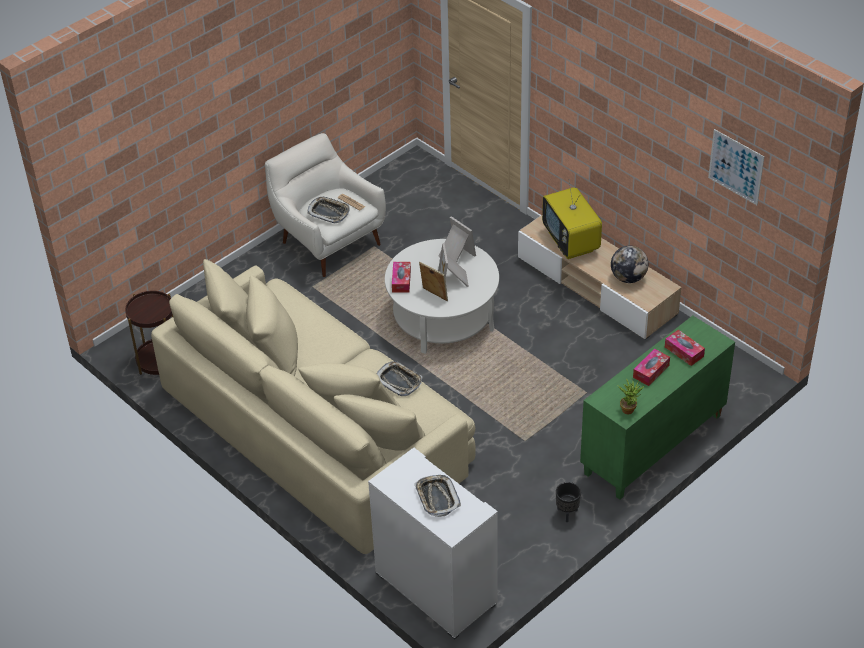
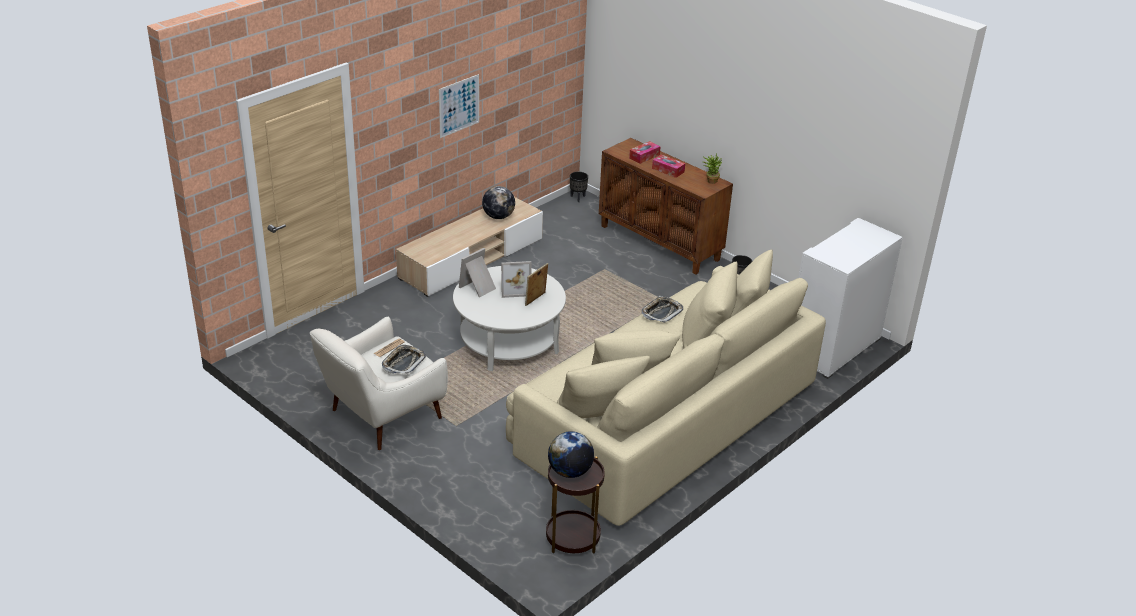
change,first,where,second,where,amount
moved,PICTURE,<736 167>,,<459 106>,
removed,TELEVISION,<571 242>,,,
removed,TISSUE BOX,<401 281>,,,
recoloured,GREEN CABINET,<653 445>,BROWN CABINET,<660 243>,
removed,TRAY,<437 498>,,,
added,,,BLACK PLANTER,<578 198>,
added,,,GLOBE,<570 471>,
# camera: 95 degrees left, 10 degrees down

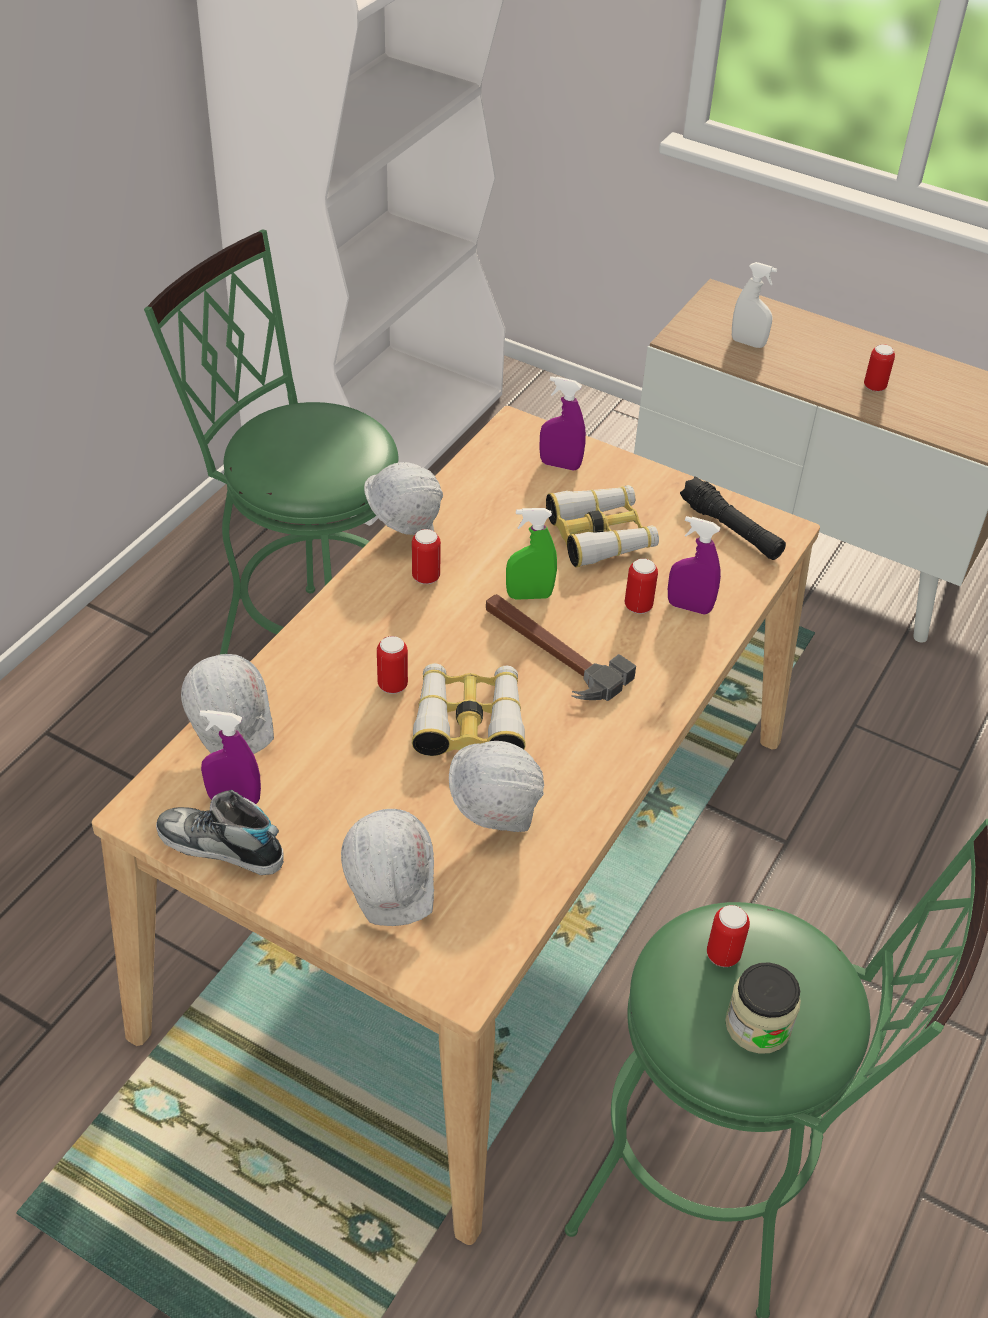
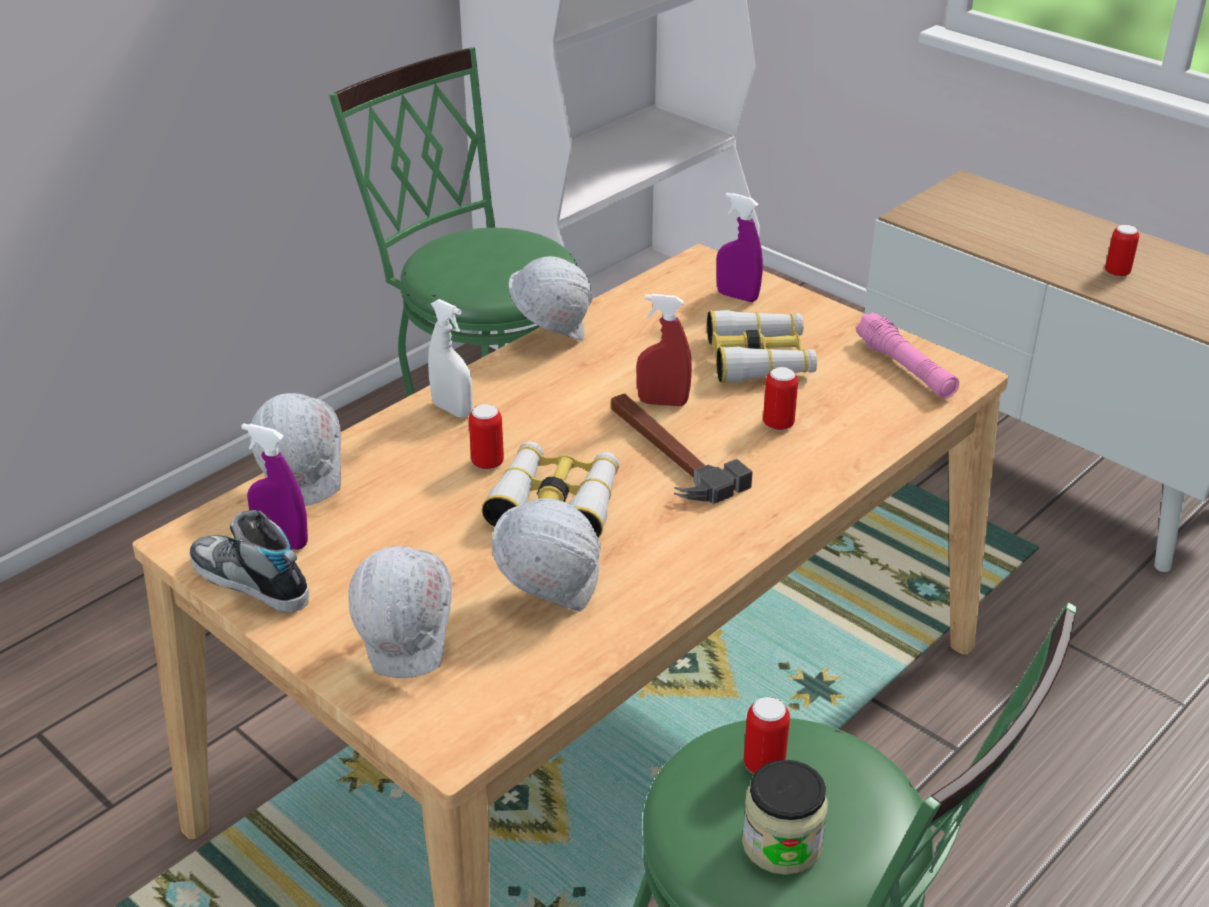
change,first,where,second,where,amount
moved,WHITE SPRAY BOTTLE,<748 343>,,<452 410>,
recoloured,BLACK FLASHLIGHT,<731 529>,PINK FLASHLIGHT,<905 368>,
recoloured,GREEN SPRAY BOTTLE,<529 595>,RED SPRAY BOTTLE,<663 402>,
removed,PURPLE SPRAY BOTTLE,<689 607>,,,
removed,CAN,<426 577>,,,
# camera: 15 degrees right, 10 degrees down

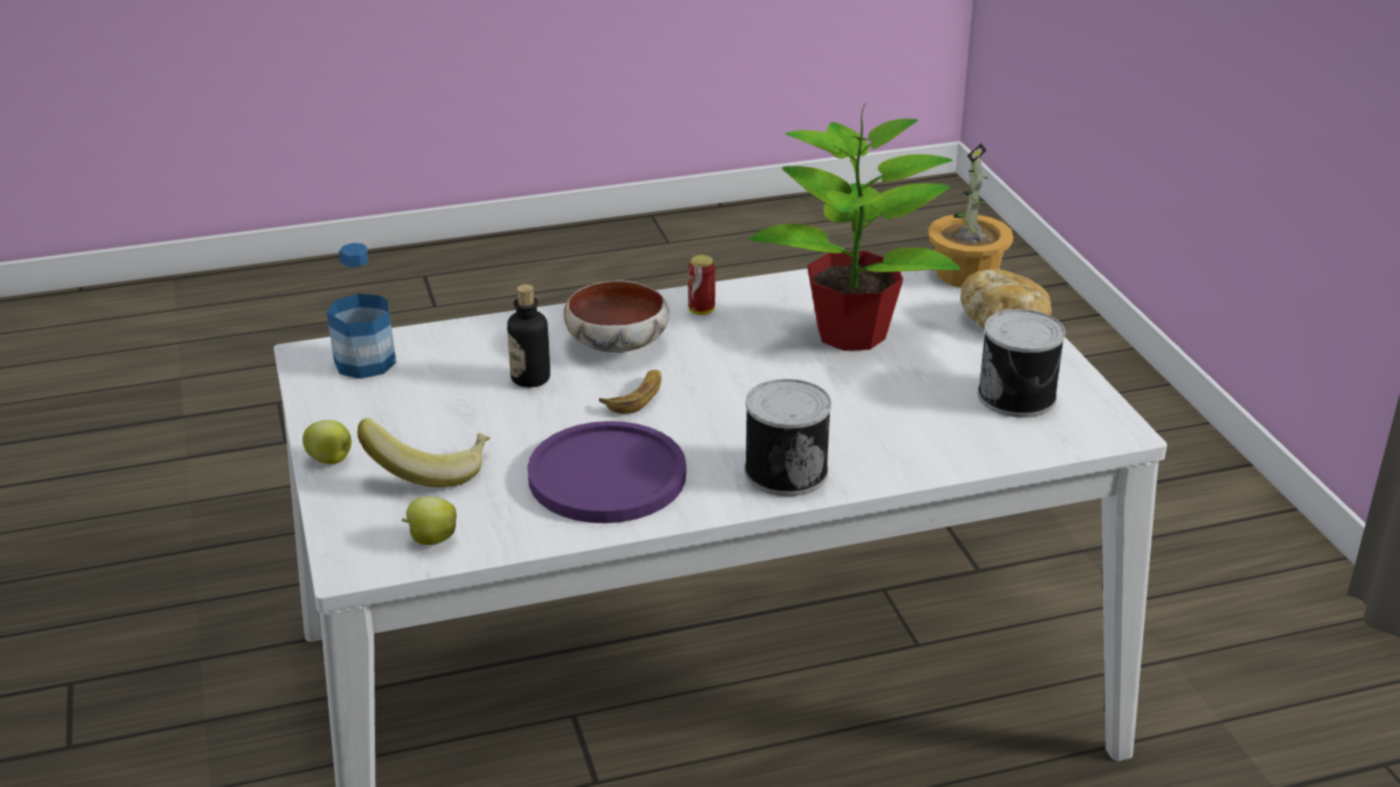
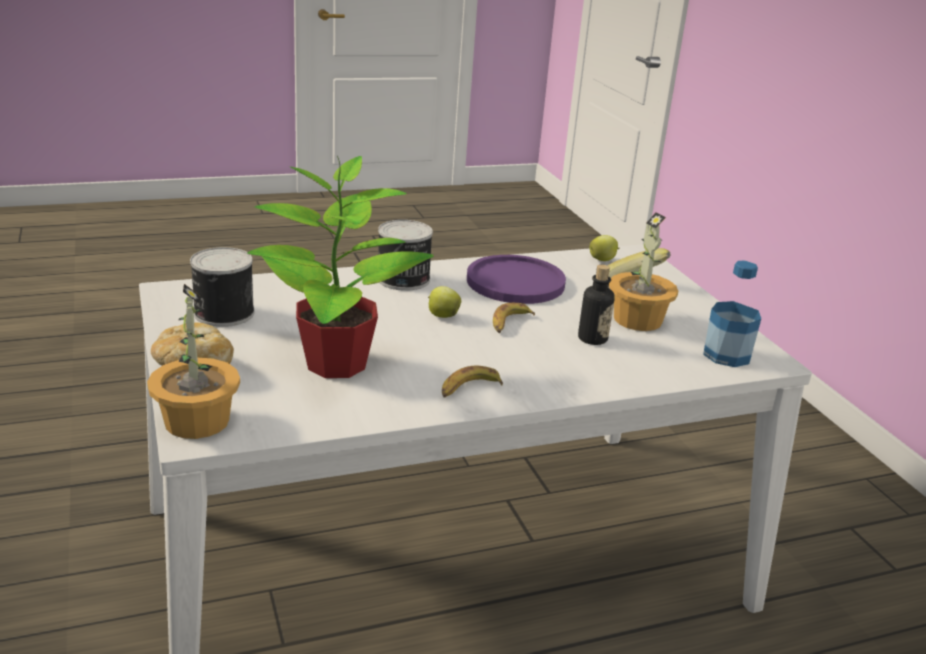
change,first,where,second,where,amount
replaced,CAN,<701 311>,BANANA,<468 389>,
removed,BOWL,<619 344>,,,
moved,APPLE,<331 460>,,<442 316>,
added,,,POTTED PLANT,<638 319>,
# camera: 175 degrees right, 5 degrees down

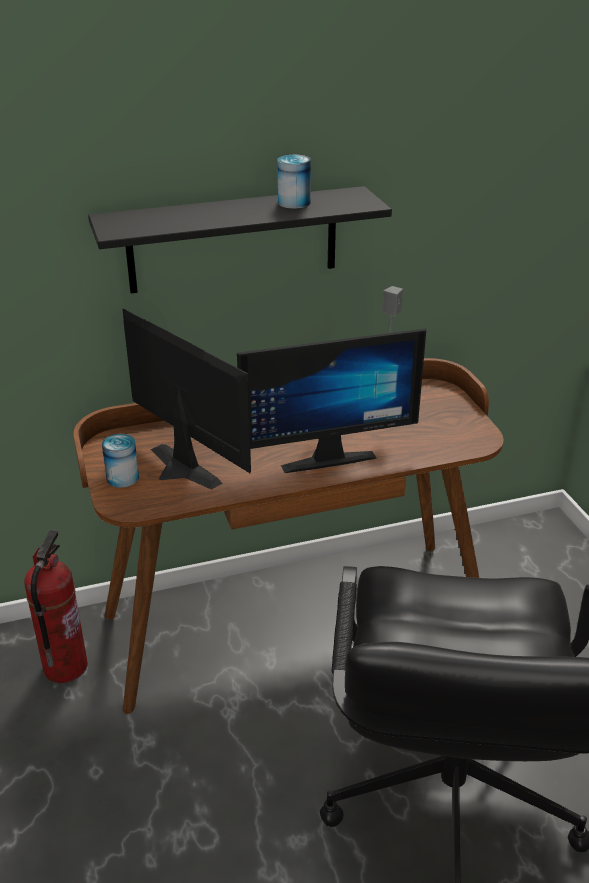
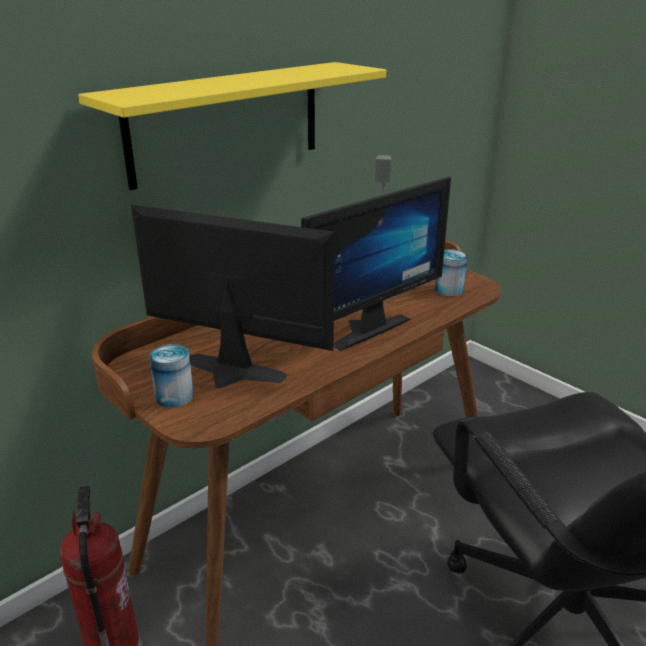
change,first,where,second,where,amount
moved,CAN,<294 203>,,<449 290>,
recoloured,BLACK SHELF,<233 240>,YELLOW SHELF,<227 122>,
# camera: 25 degrees left, 5 degrees down

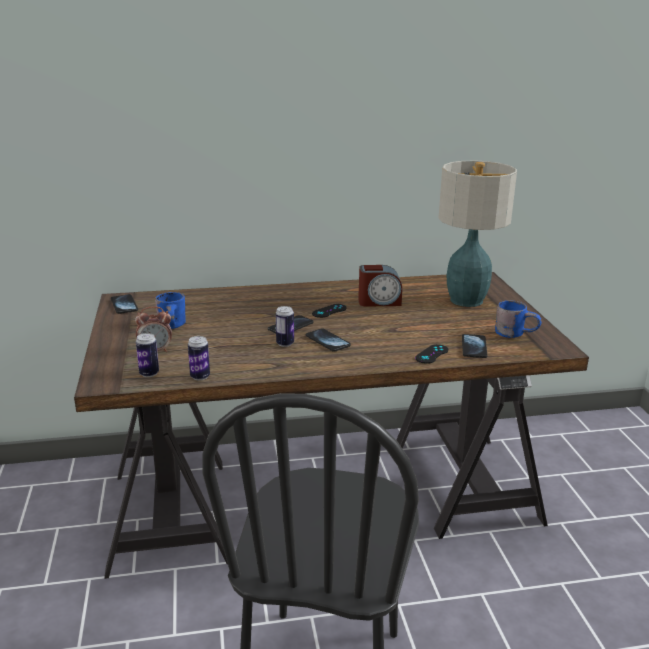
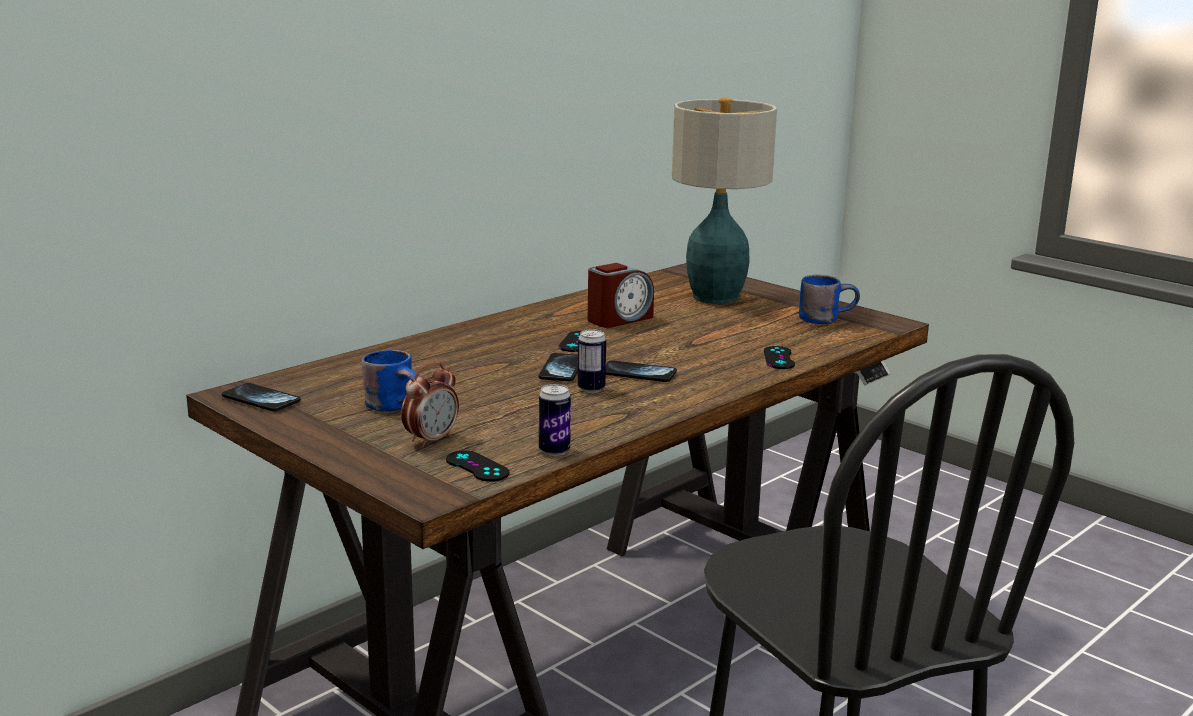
change,first,where,second,where,amount
replaced,CAN,<149 373>,BLACK GAME CONTROLLER,<477 467>,
removed,PHONE,<474 347>,,,
# camera: 35 degrees left, 5 degrees down

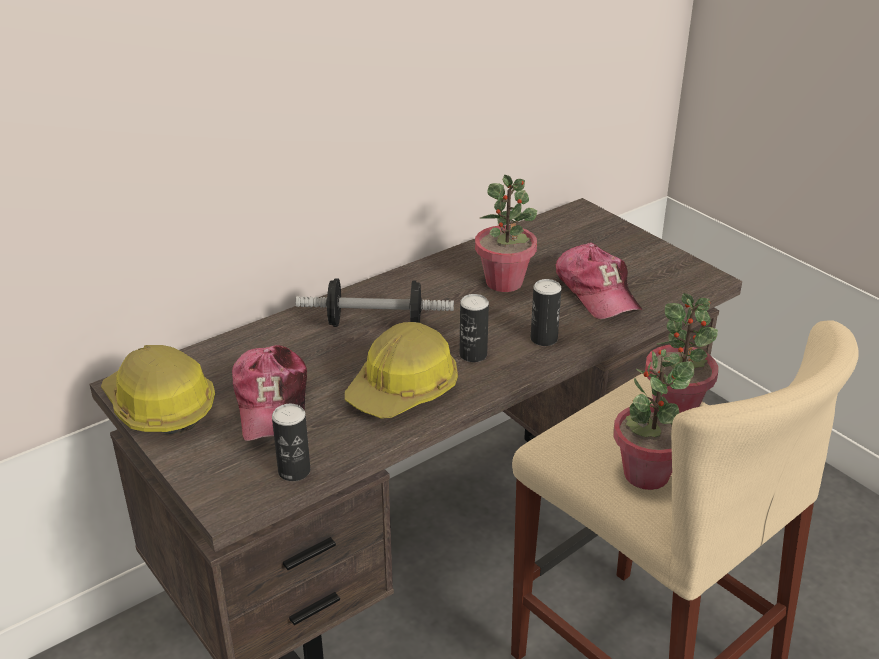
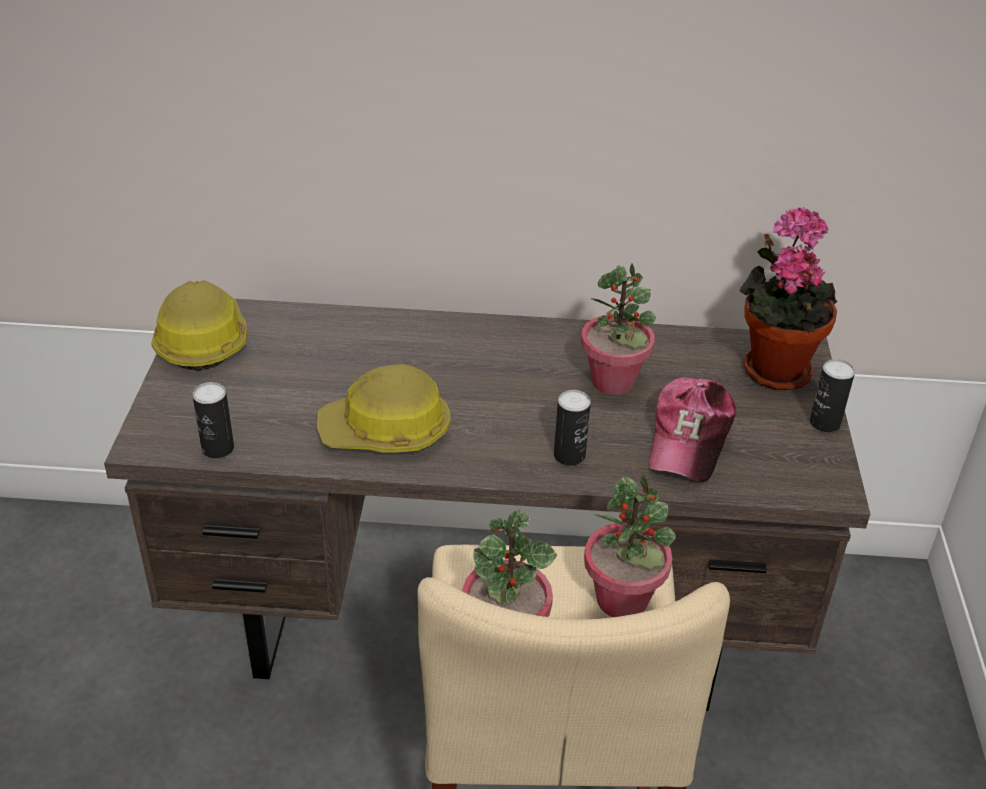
change,first,where,second,where,amount
removed,DUMBBELL,<375 323>,,,
moved,CAN,<473 355>,,<824 423>,
removed,CAP,<272 404>,,,
added,,,POTTED PLANT,<773 367>,
# camera: 40 degrees right, 5 degrees up

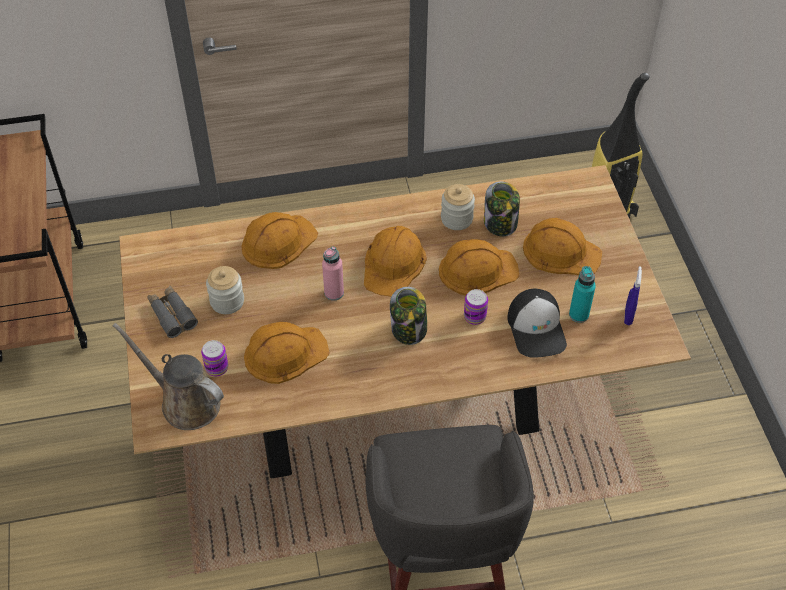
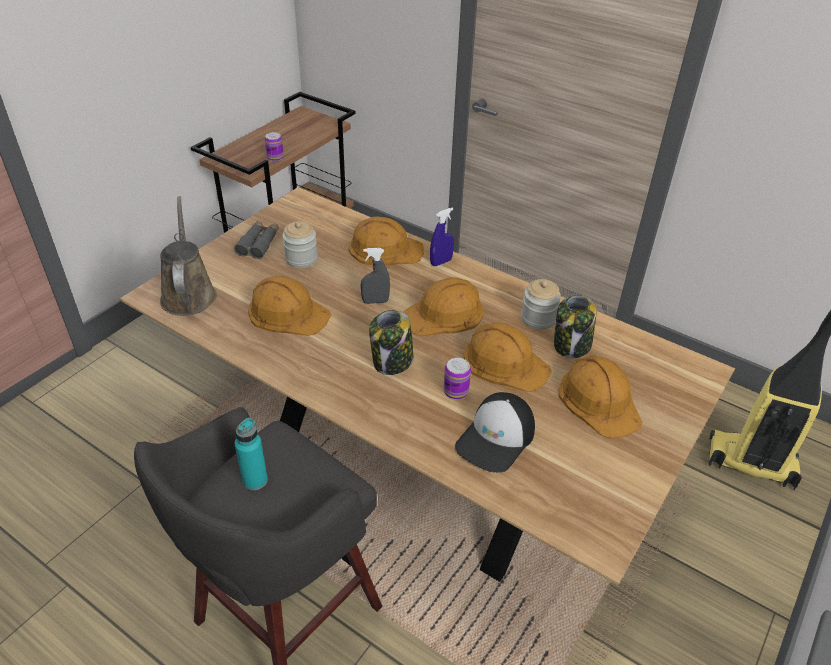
change,first,where,second,where,amount
replaced,PINK BOTTLE,<334 293>,GREY SPRAY BOTTLE,<375 301>,
moved,TURQUOISE BOTTLE,<578 315>,,<255 480>,
moved,BLUE SPRAY BOTTLE,<628 316>,,<441 262>,
moved,CAN,<217 368>,,<275 157>,
# camera: 45 degrees right, 10 degrees down

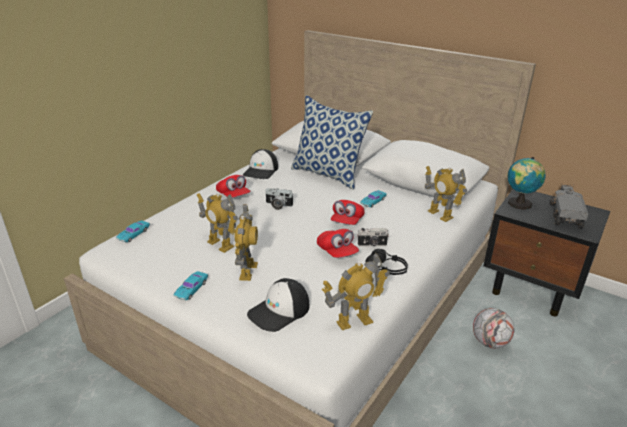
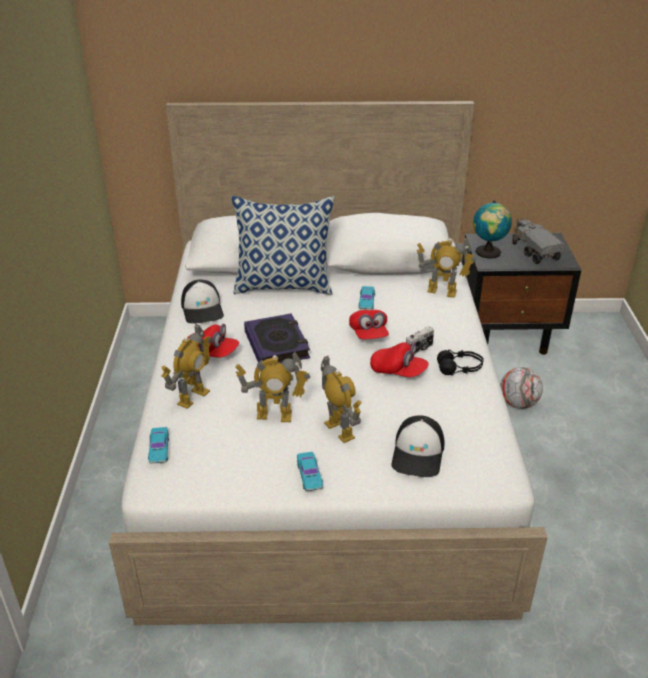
change,first,where,second,where,amount
replaced,PHOTO CAMERA,<278 205>,BOOK,<277 345>,
moved,TOY ROBOT,<354 321>,,<192 397>,
# camera: 35 degrees left, 5 degrees up

